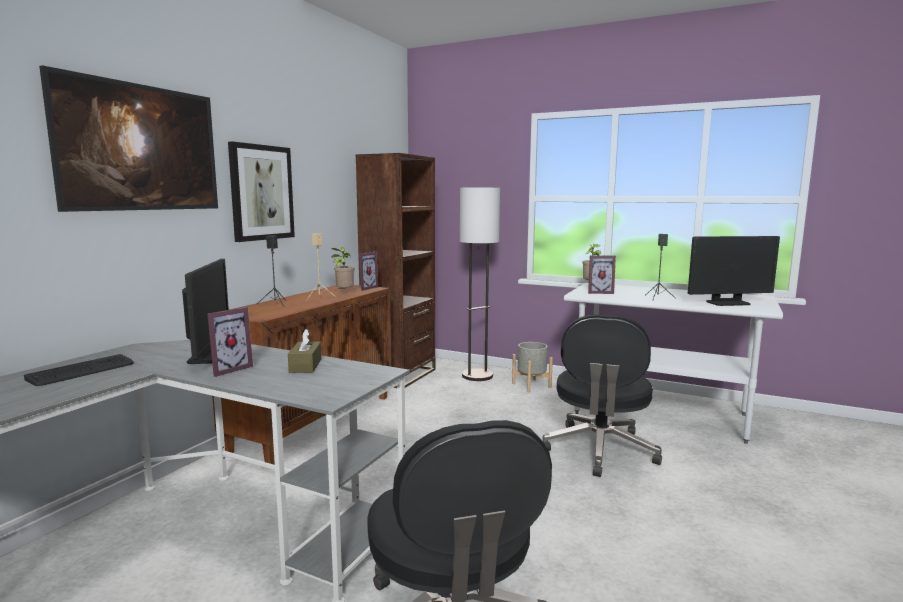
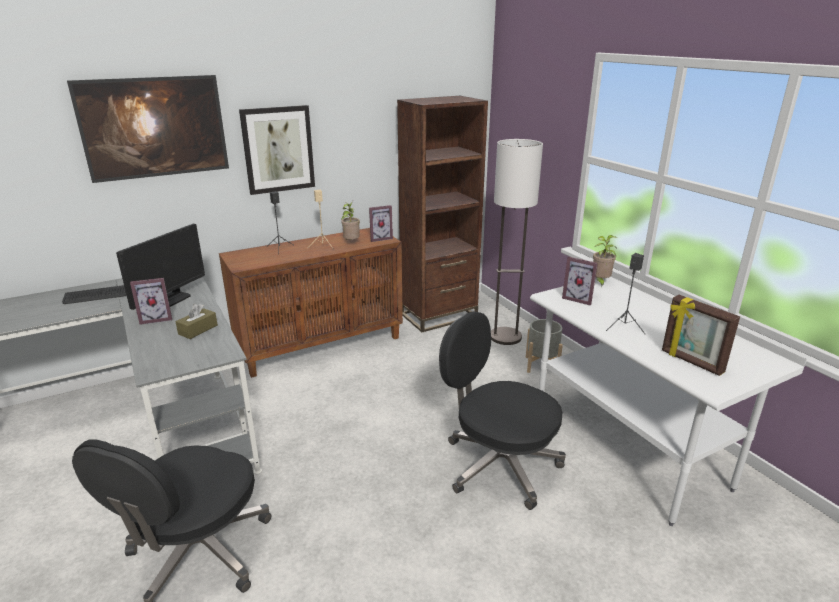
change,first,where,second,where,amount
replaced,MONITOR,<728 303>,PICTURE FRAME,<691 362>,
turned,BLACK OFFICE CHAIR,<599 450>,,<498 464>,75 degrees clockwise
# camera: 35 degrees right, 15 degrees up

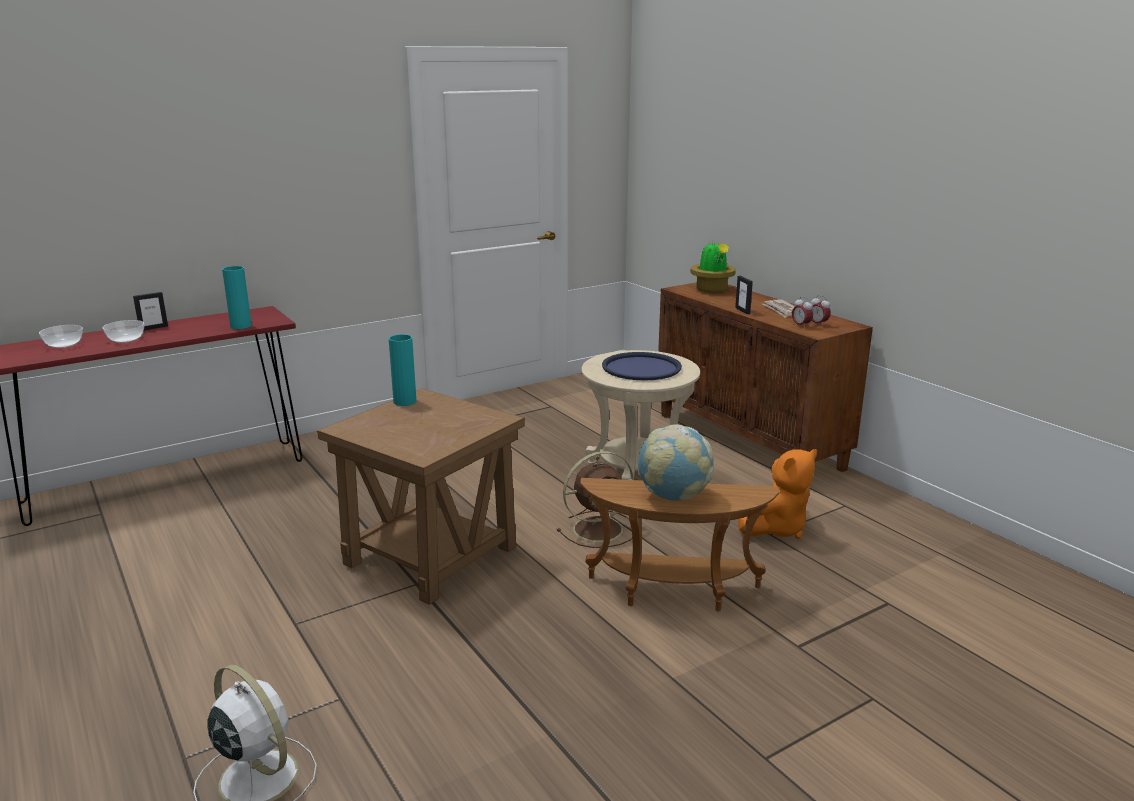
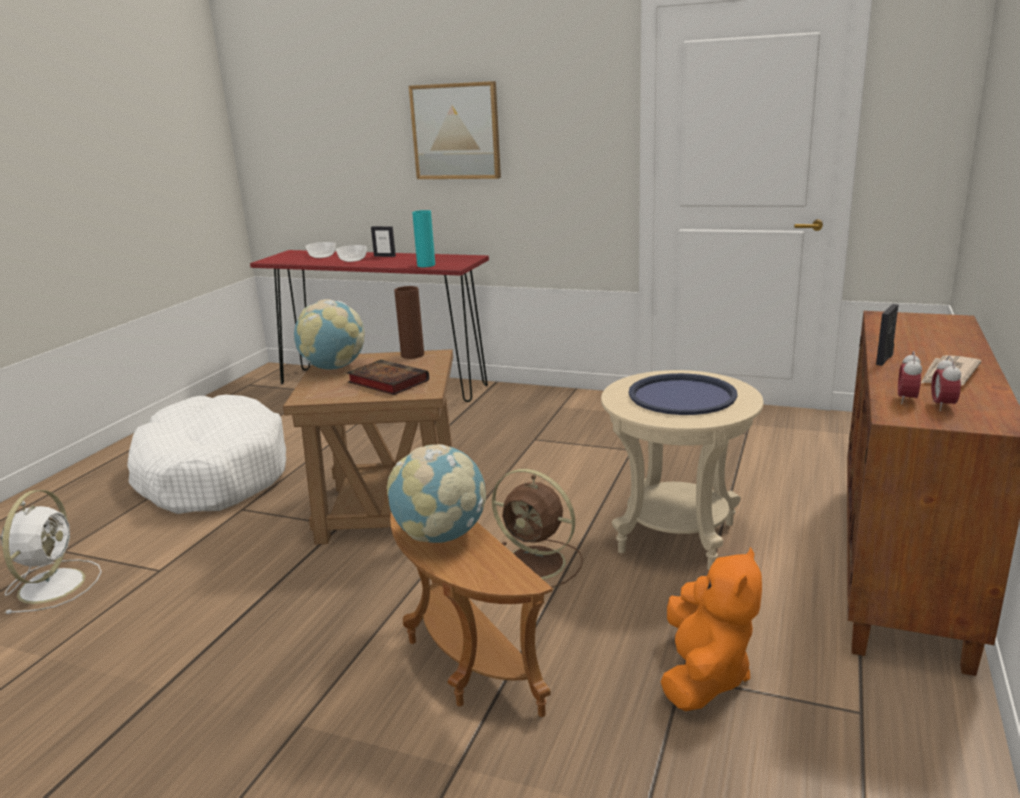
change,first,where,second,where,amount
removed,POTTED PLANT,<712 290>,,,
recoloured,TURQUOISE VASE,<404 401>,BROWN VASE,<412 355>,
turned,ORANGE PLUSH TOY,<776 528>,,<704 675>,90 degrees counterclockwise
added,,,PICTURE,<456 131>,
added,,,GLOBE,<333 368>,
added,,,BOOK,<386 382>,
added,,,WHITE DOG BED,<212 474>,
# camera: 55 degrees right, 0 degrees up

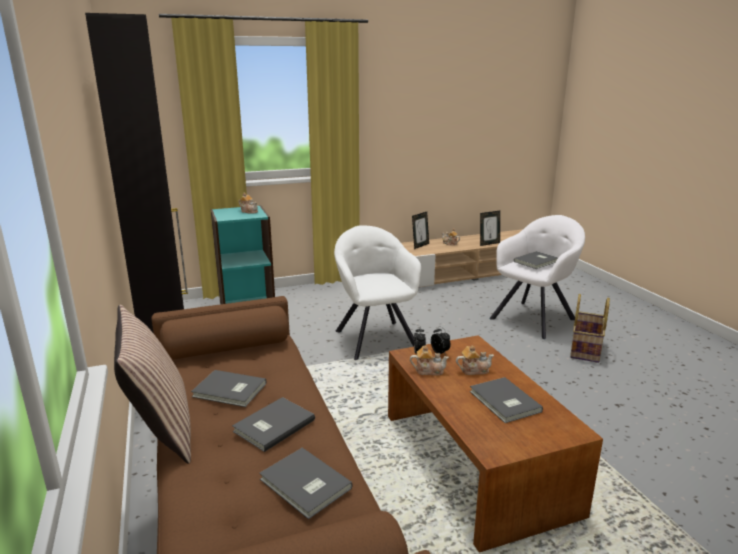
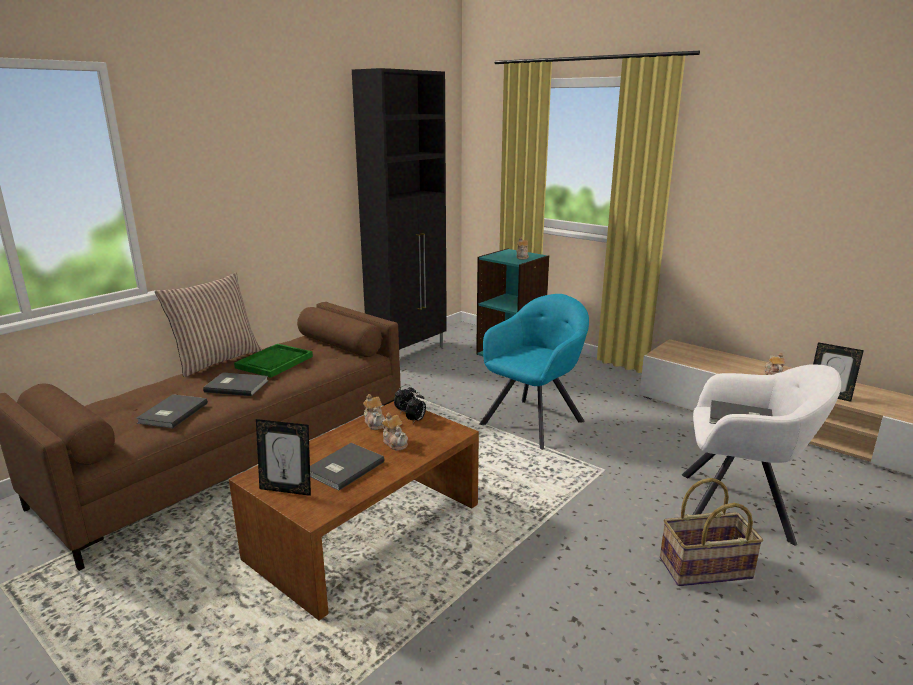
change,first,where,second,where,amount
moved,PICTURE FRAME,<420 246>,,<287 489>,
recoloured,WHITE ARMCHAIR,<375 338>,TURQUOISE ARMCHAIR,<534 421>,
replaced,GREY BOOK,<229 391>,GREEN TRAY,<274 362>,
# camera: 60 degrees right, 0 degrees up

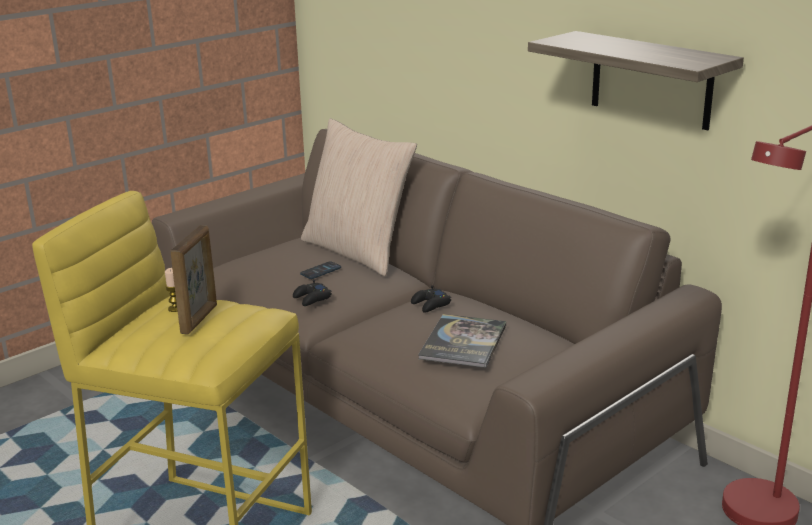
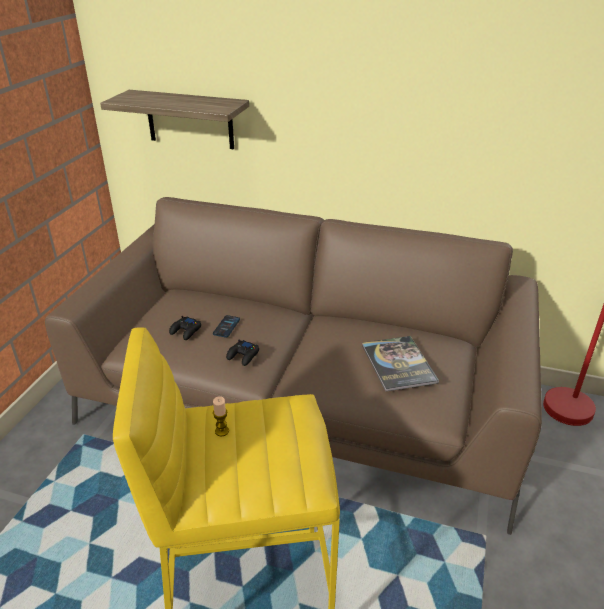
change,first,where,second,where,amount
moved,SHELF,<651 80>,,<190 119>,
removed,BEIGE PILLOW,<358 251>,,,
removed,PICTURE FRAME,<200 319>,,,
moved,BLACK GAME CONTROLLER,<430 304>,,<186 331>,
# camera: 30 degrees left, 10 degrees up

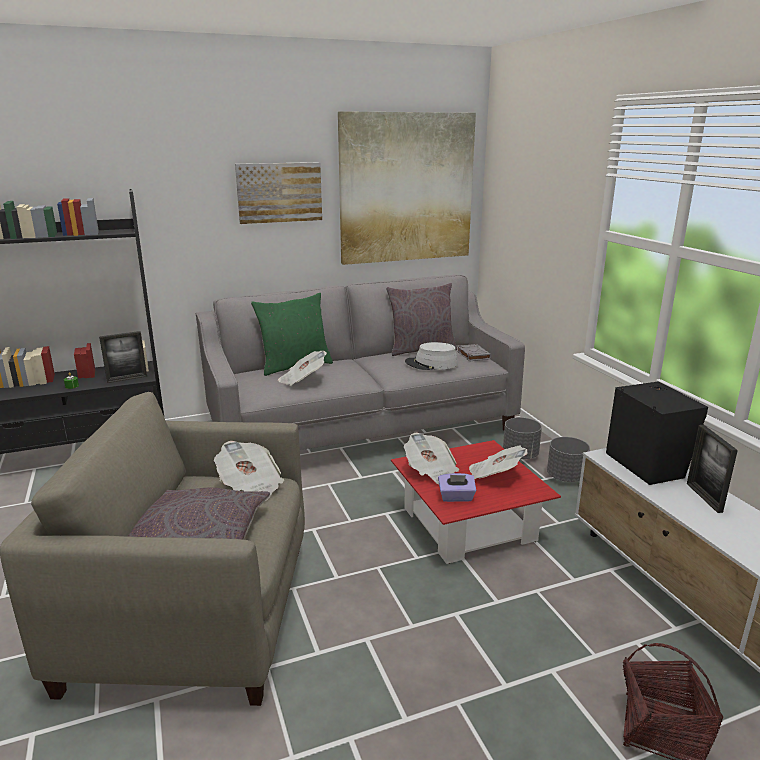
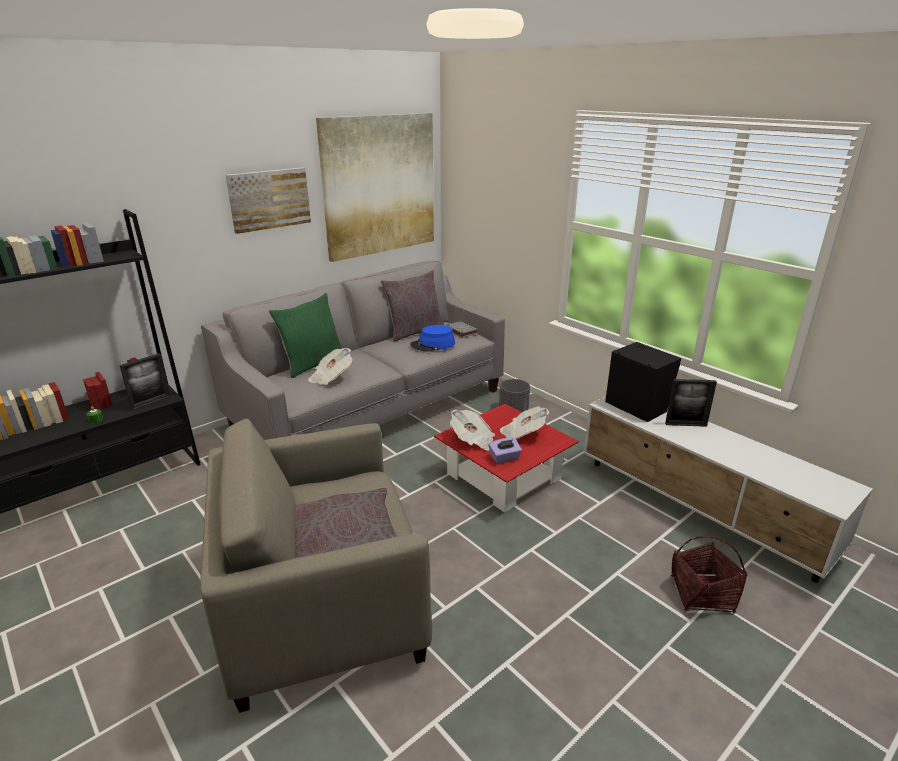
change,first,where,second,where,amount
recoloured,GREY HAT,<431 364>,BLUE HAT,<433 345>,
turned,PICTURE FRAME,<704 497>,,<685 424>,60 degrees counterclockwise
removed,GREY PLANTER,<565 477>,,,
removed,NEWSPAPER,<250 486>,,,
# camera: 20 degrees left, 5 degrees up

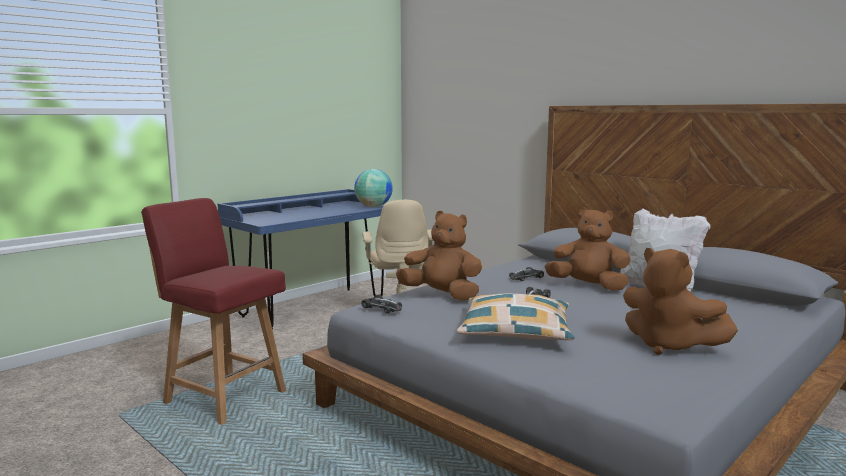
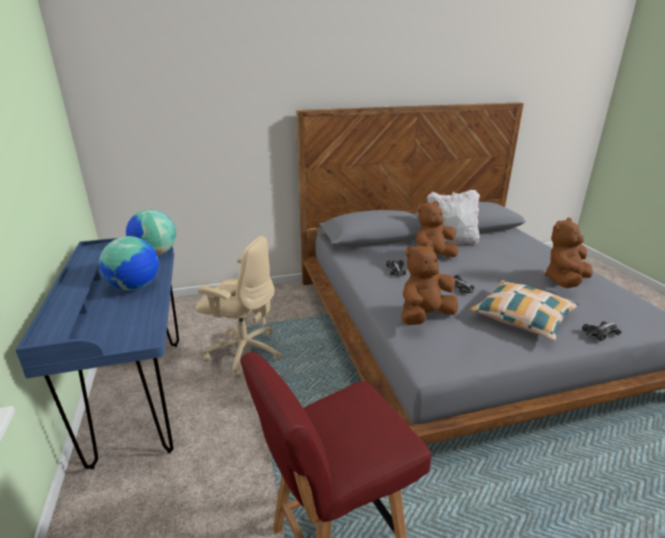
change,first,where,second,where,amount
turned,BROWN PLUSH TOY,<669 346>,,<565 281>,150 degrees clockwise
moved,TOY CAR,<382 308>,,<601 333>,
added,,,GLOBE,<135 286>,
# camera: 60 degrees left, 15 degrees up

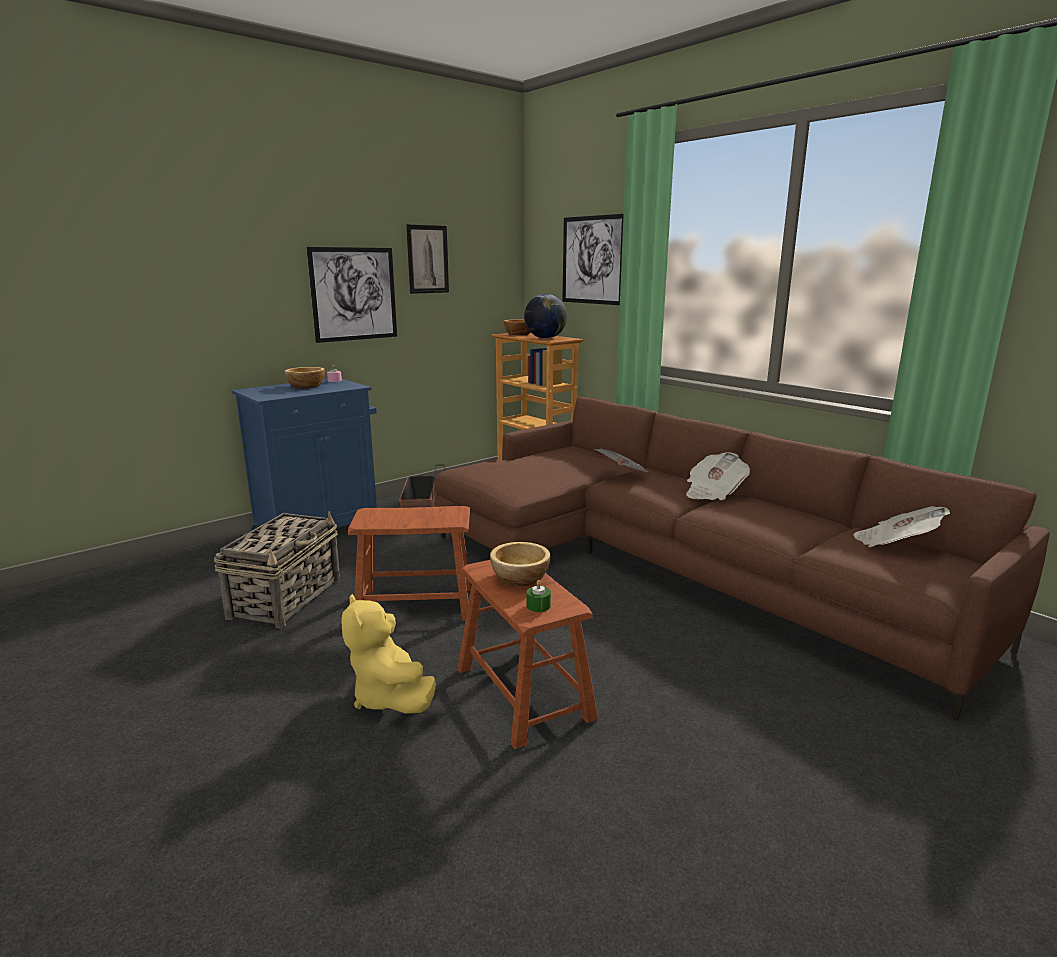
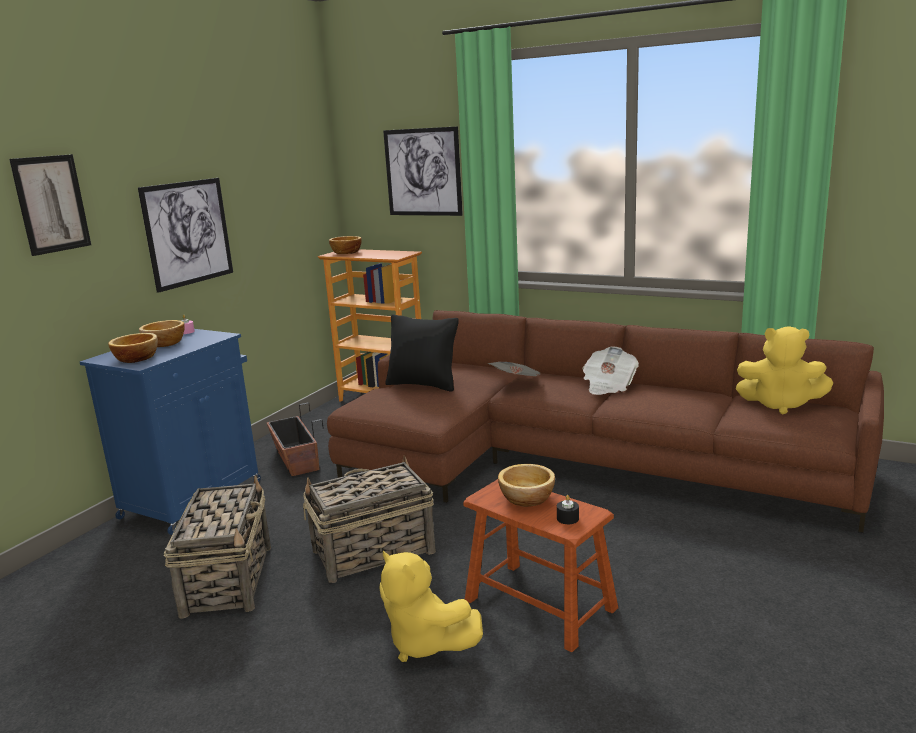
change,first,where,second,where,amount
moved,PICTURE,<427 259>,,<51 204>,
removed,GLOBE,<545 338>,,,
replaced,BROWN STOOL,<415 604>,BASKET,<372 552>,
replaced,NEWSPAPER,<894 545>,YELLOW PLUSH TOY,<780 405>,
recoloured,GREEN CANDLE,<538 606>,BLACK CANDLE,<567 518>,
added,,,BLACK PILLOW,<423 385>,
added,,,BOWL,<136 358>,
# camera: 20 degrees left, 0 degrees up

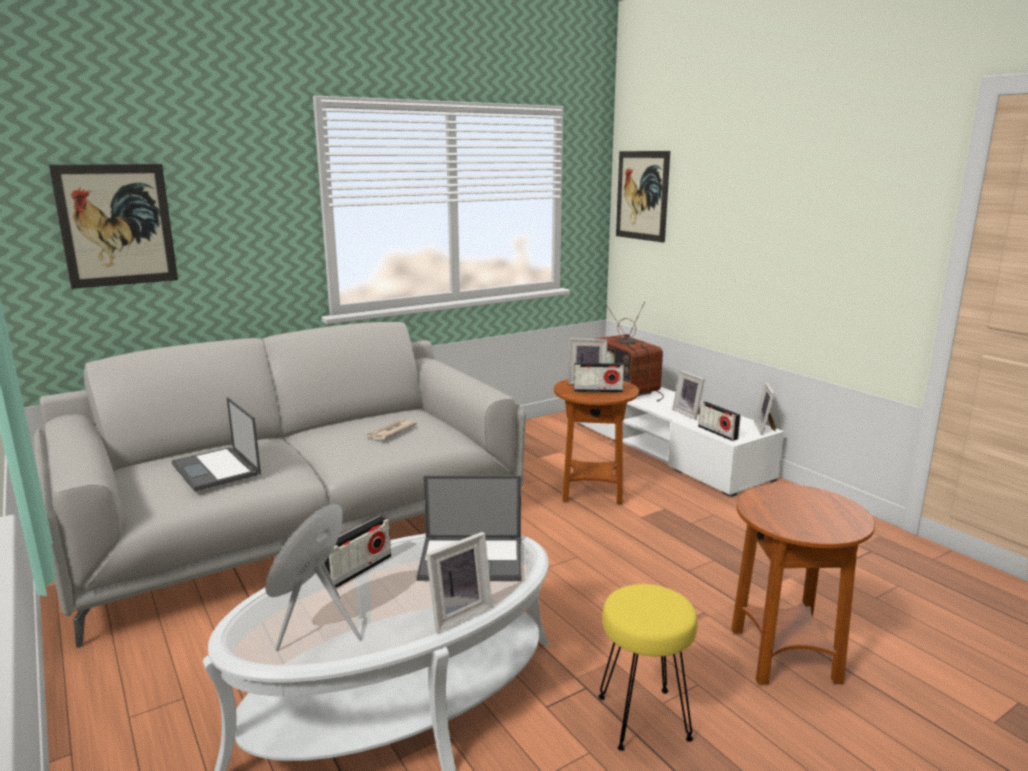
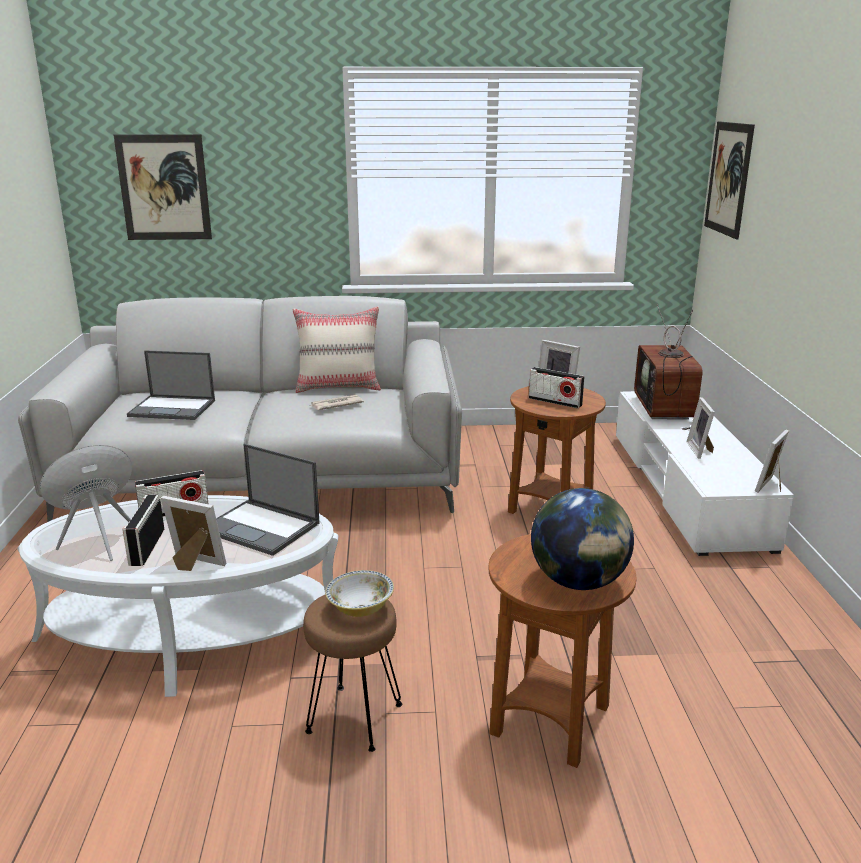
change,first,where,second,where,amount
turned,LAPTOP,<217 469>,,<173 408>,75 degrees counterclockwise
moved,RADIO,<717 433>,,<147 547>,
turned,PICTURE FRAME,<457 614>,,<194 565>,150 degrees counterclockwise
recoloured,YELLOW STOOL,<642 718>,BROWN STOOL,<353 717>,
added,,,BEIGE PILLOW,<339 387>,
added,,,GLOBE,<579 582>,
added,,,BOWL,<360 608>,
# camera: 30 degrees right, 5 degrees up

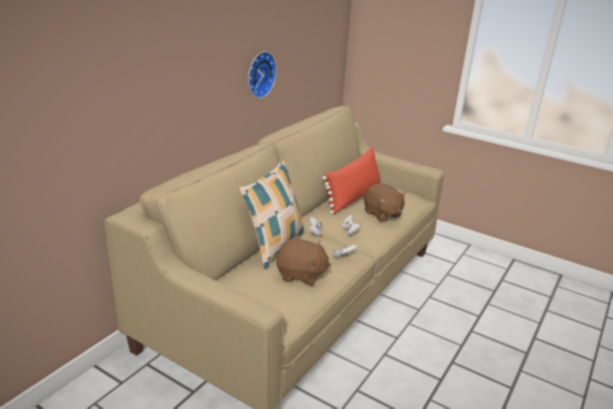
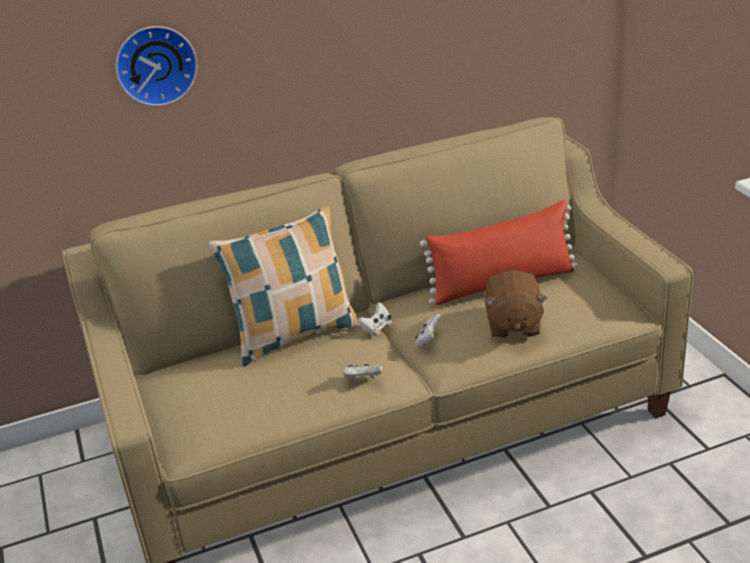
change,first,where,second,where,amount
moved,WALL CLOCK,<259 74>,,<155 64>,
removed,BROWN PLUSH TOY,<301 275>,,,
# camera: 40 degrees right, 5 degrees up

